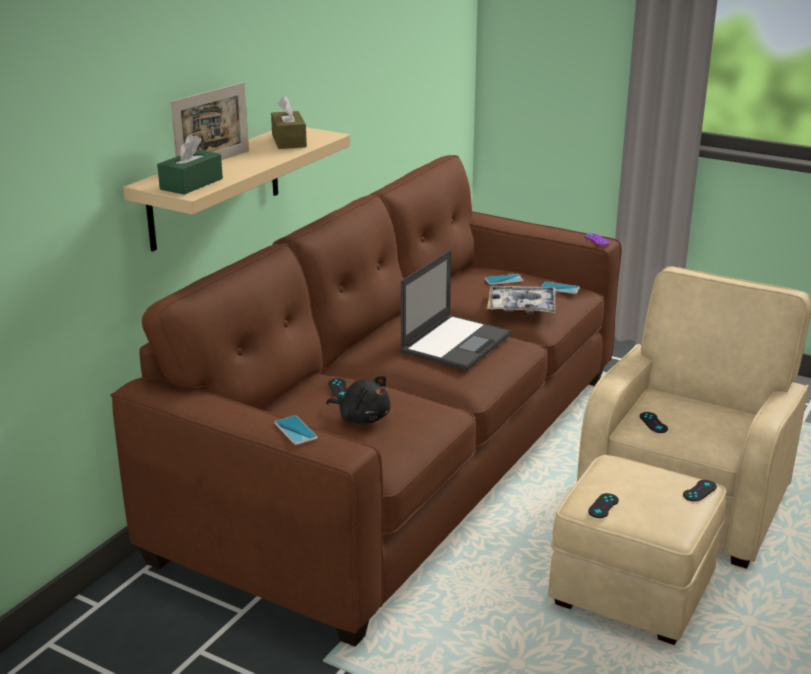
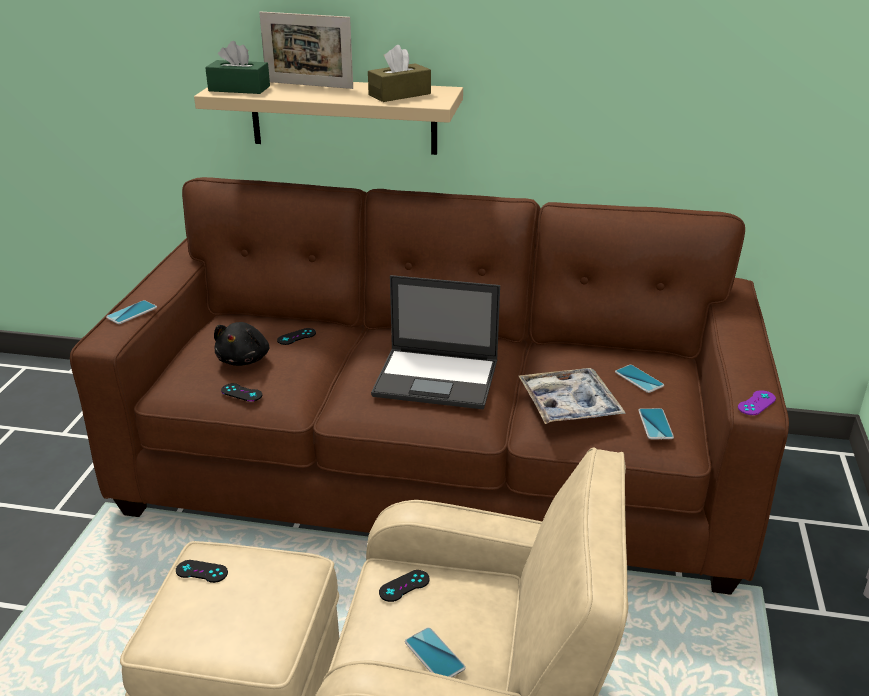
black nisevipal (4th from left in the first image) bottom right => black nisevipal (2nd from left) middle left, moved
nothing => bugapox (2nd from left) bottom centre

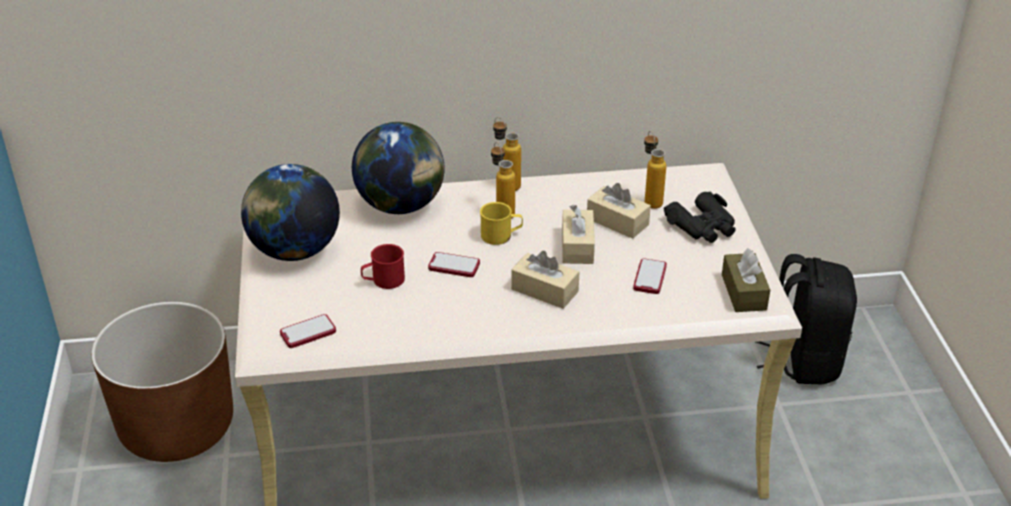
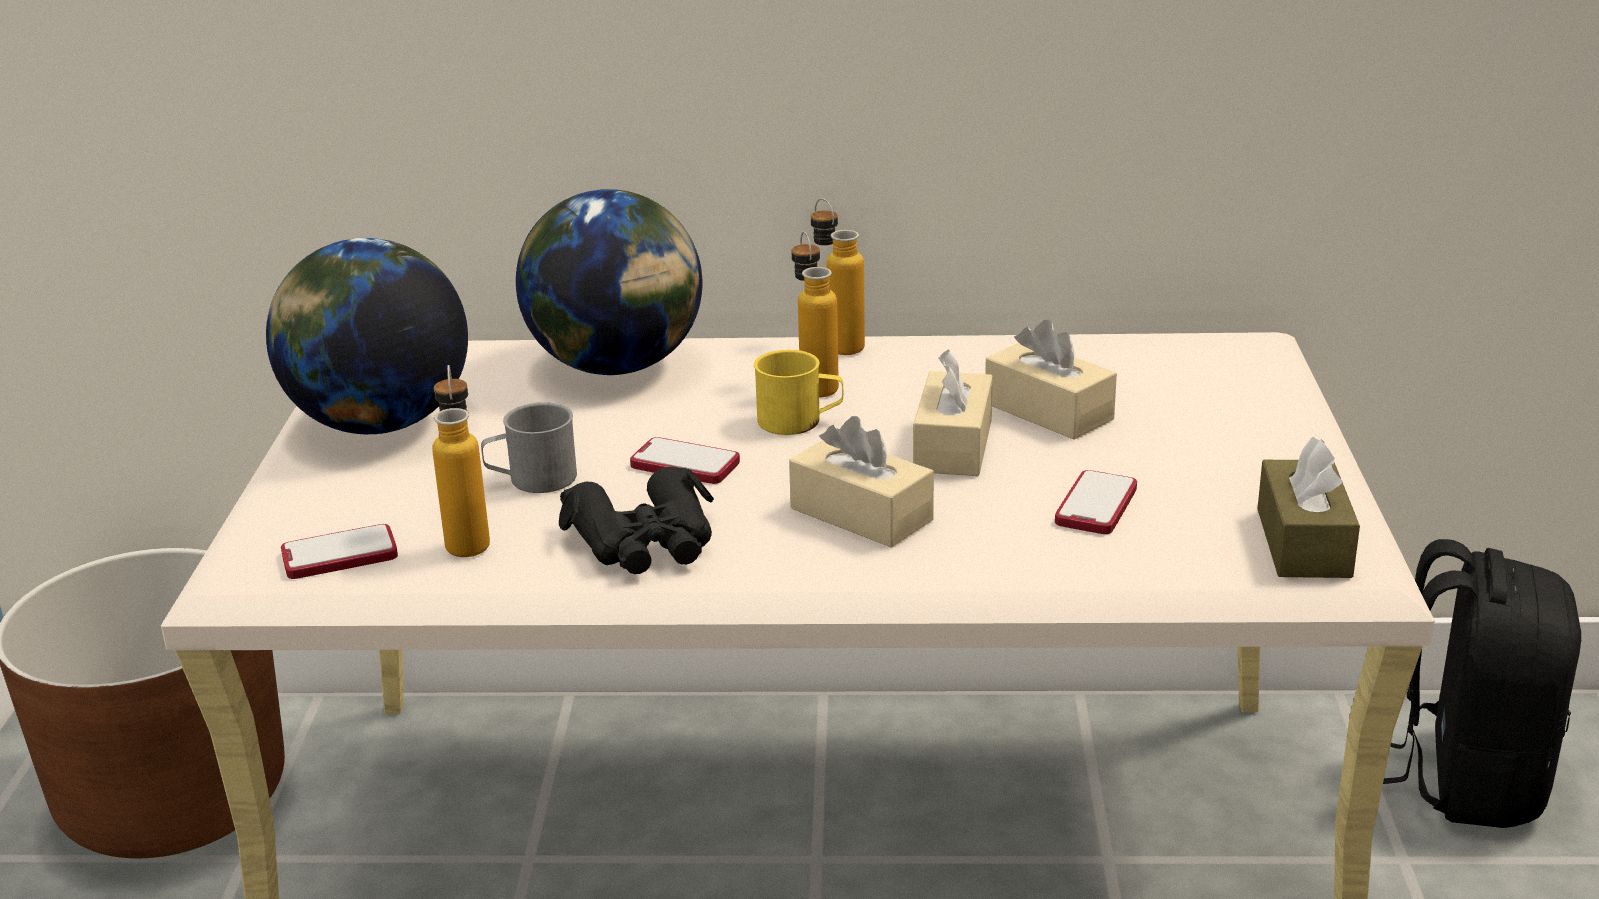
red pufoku centre => grey pufoku middle left
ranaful (3rd from left in the first image) centre => ranaful (1st from left) middle left, moved
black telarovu middle right => black telarovu centre, moved

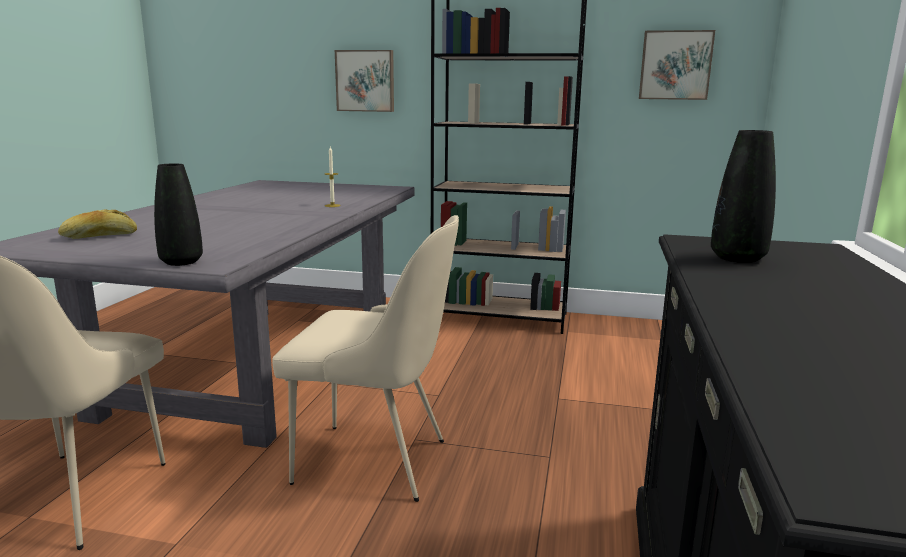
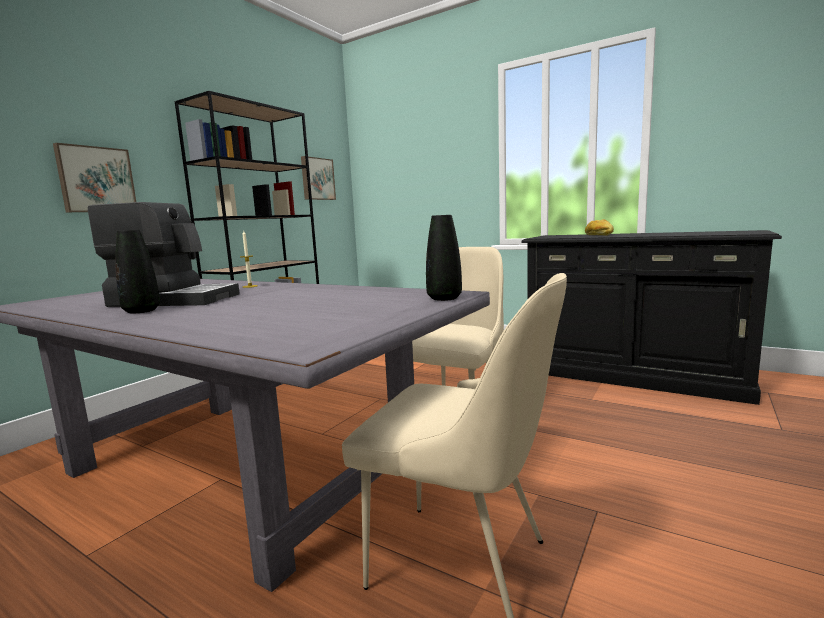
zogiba middle left => zogiba middle right, moved
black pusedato (2nd from left in the first image) middle right => black pusedato (1st from left) middle left, moved
nothing => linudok middle left

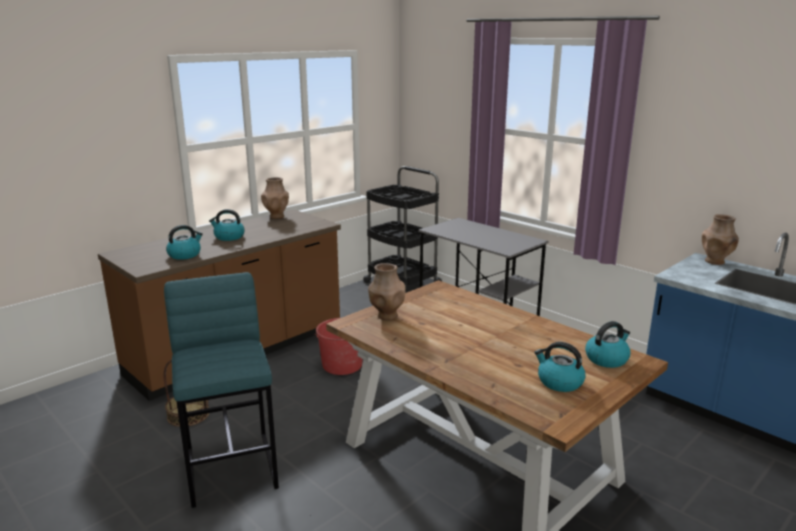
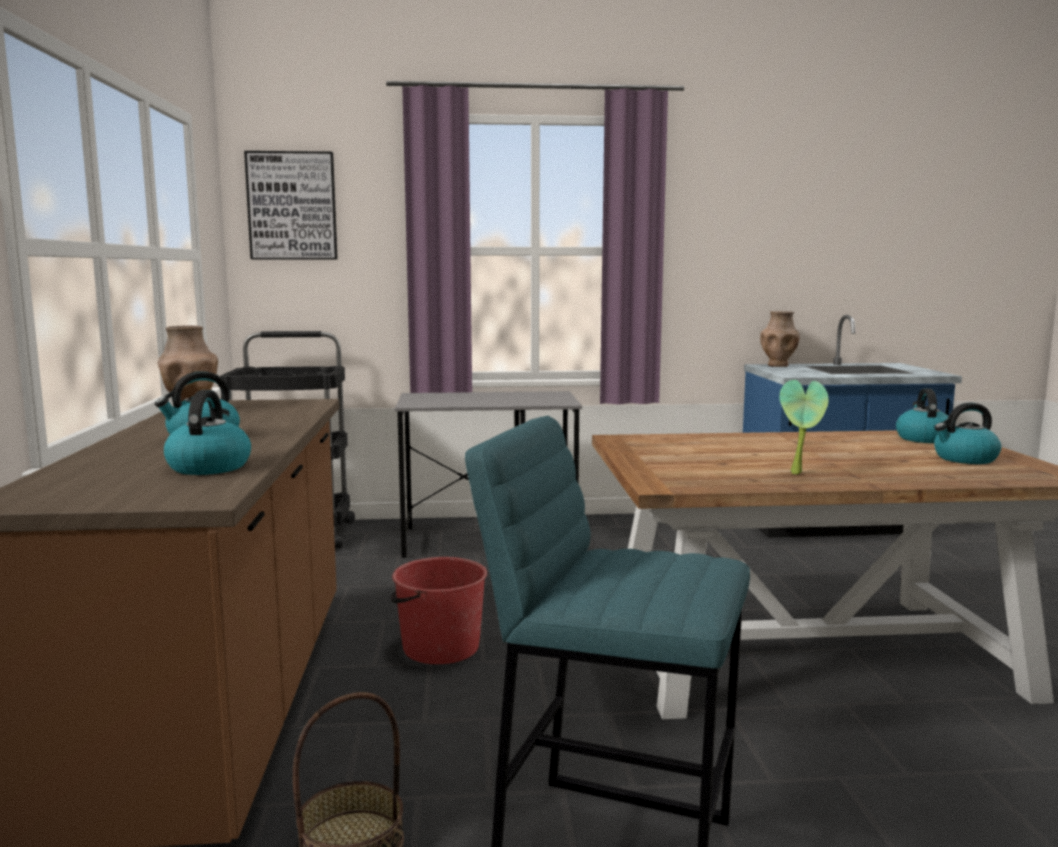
brown pusedato (2nd from left) centre => nothing
nothing => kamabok top left
nothing => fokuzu middle right

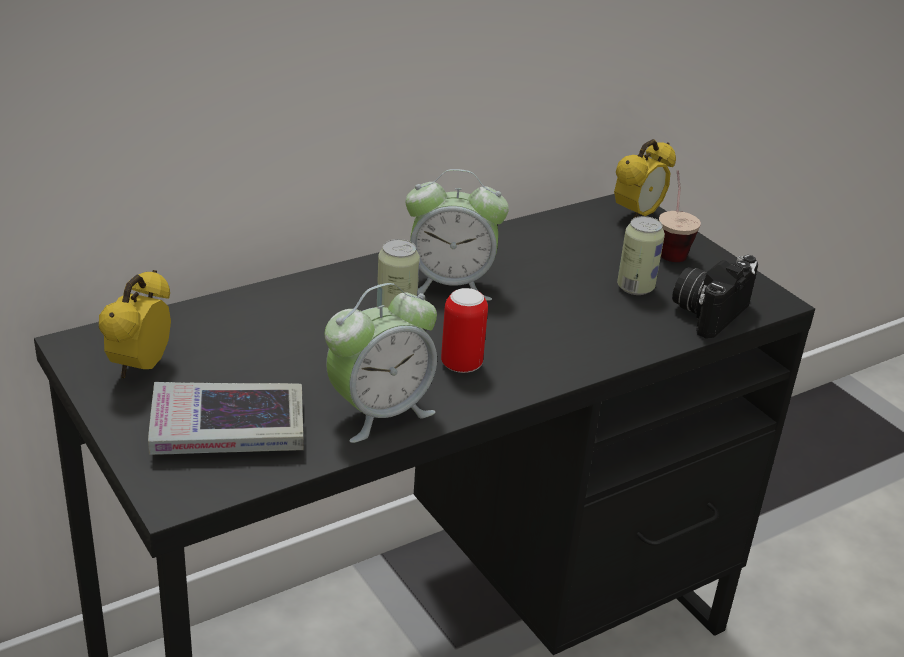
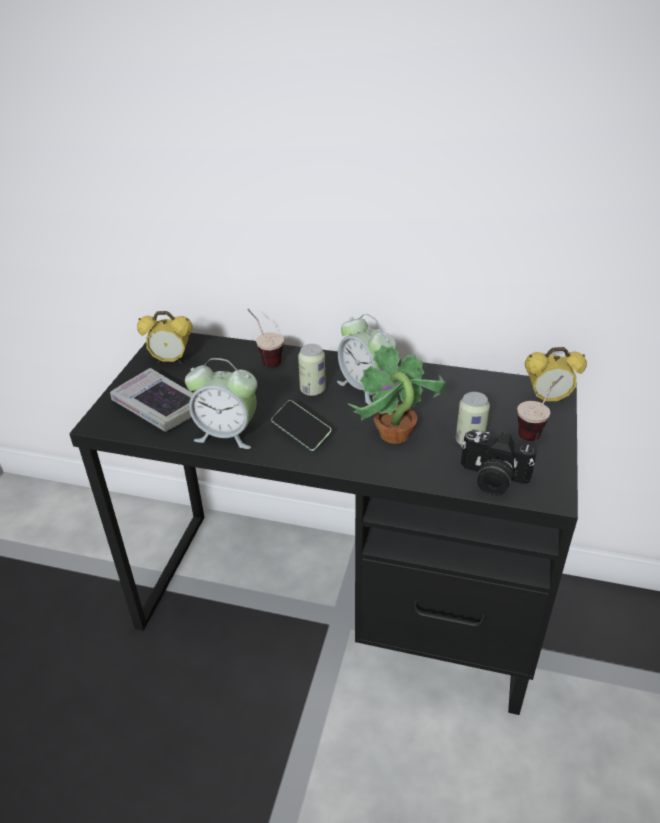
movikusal (1st from left) middle left, 150 degrees counterclockwise
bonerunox (2nd from left) centre => bugapox centre
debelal middle right, 150 degrees counterclockwise
nothing => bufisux (1st from left) centre
nothing => fokuzu centre

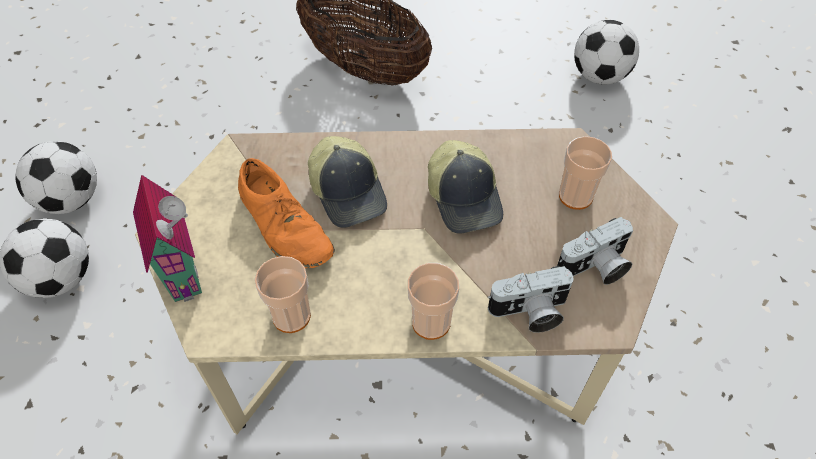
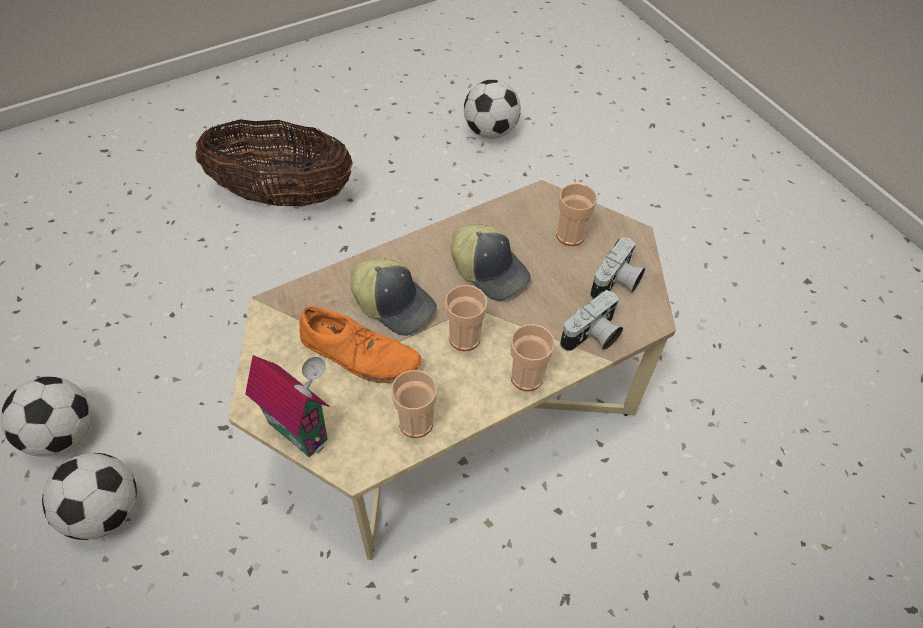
nothing => bufisux (2nd from left) centre

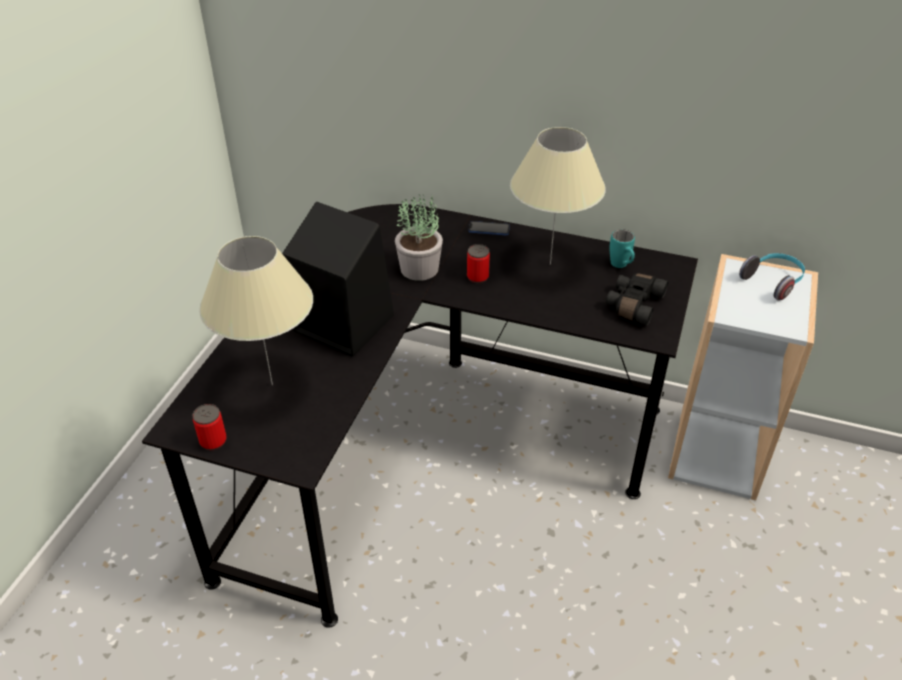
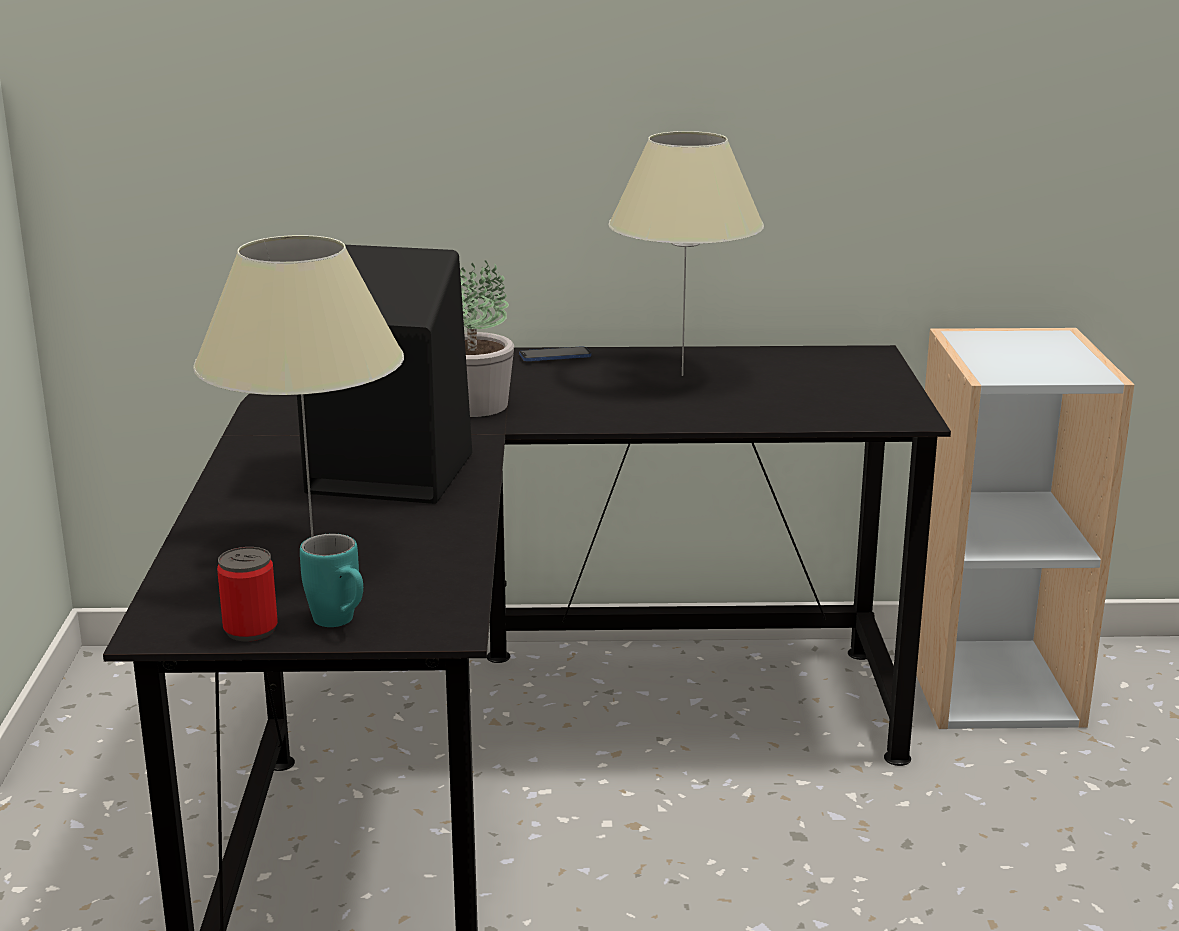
bonerunox (2nd from left) centre => nothing
black telarovu middle right => nothing
turquoise pufoku middle right => turquoise pufoku middle left, moved
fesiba middle right => nothing

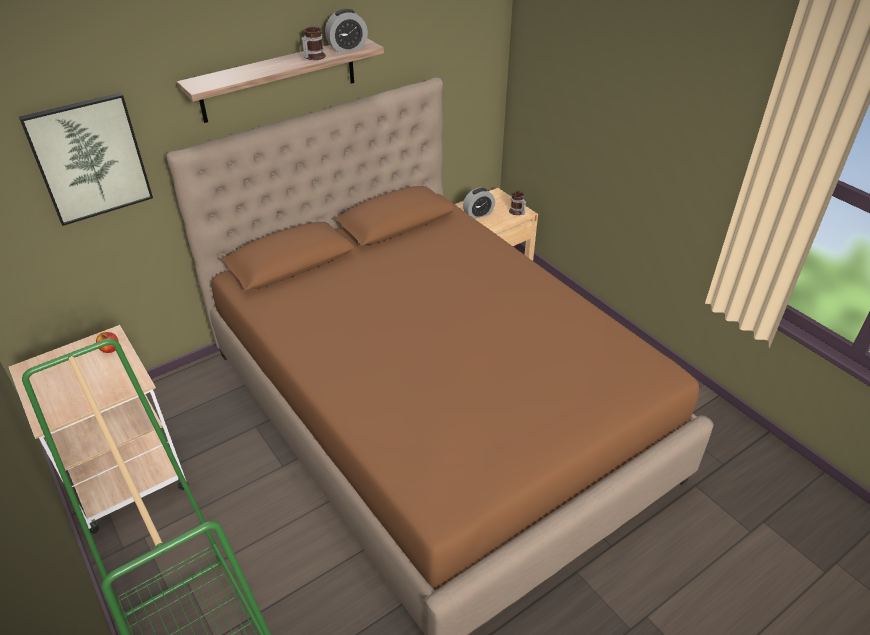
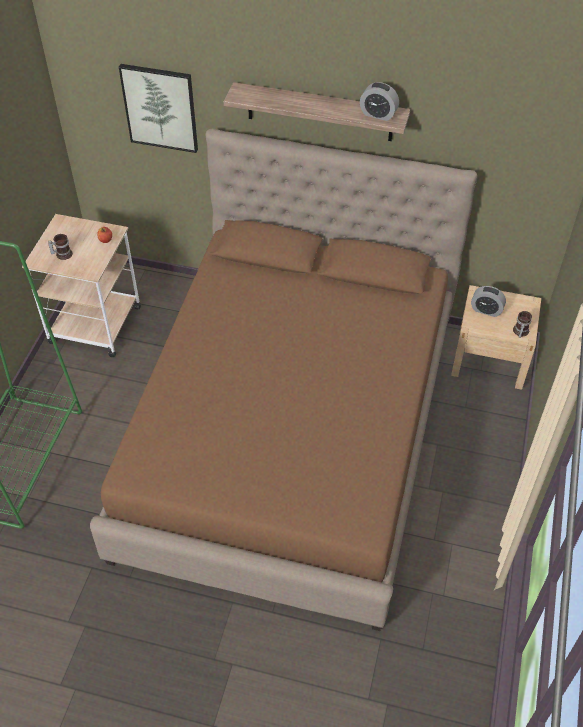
pufoku (1st from left) top centre => pufoku (1st from left) middle left, moved

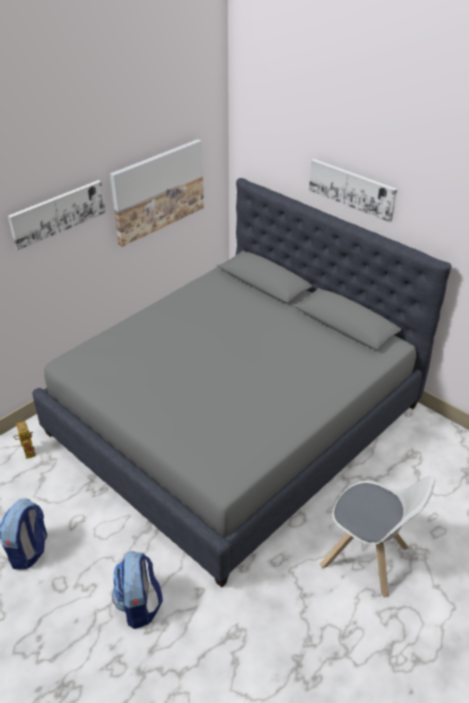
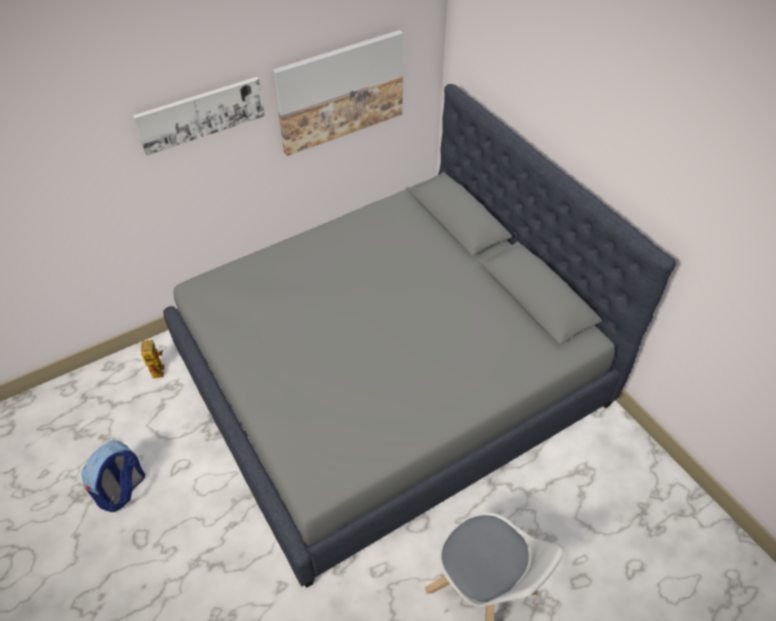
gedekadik (2nd from left) bottom left => nothing
kamabok (3rd from left) top right => nothing

